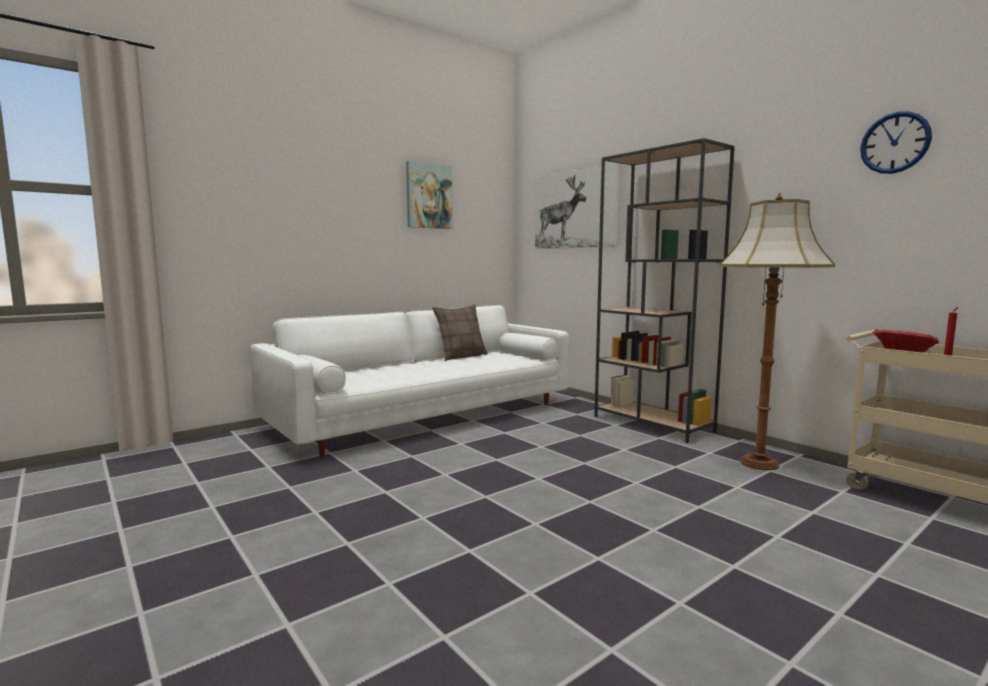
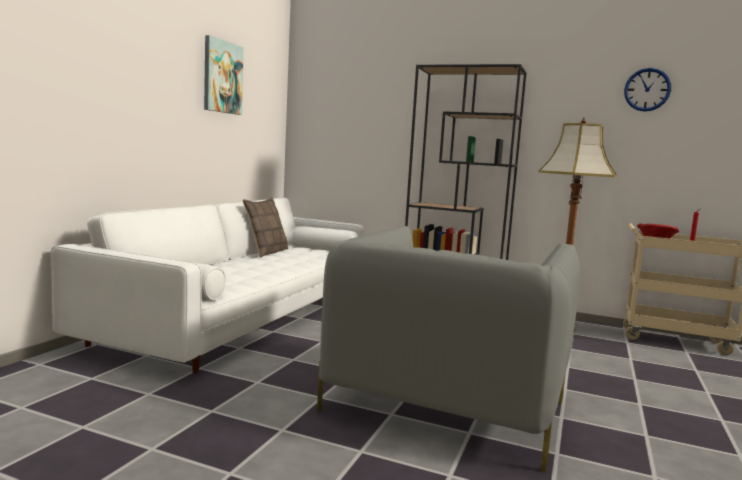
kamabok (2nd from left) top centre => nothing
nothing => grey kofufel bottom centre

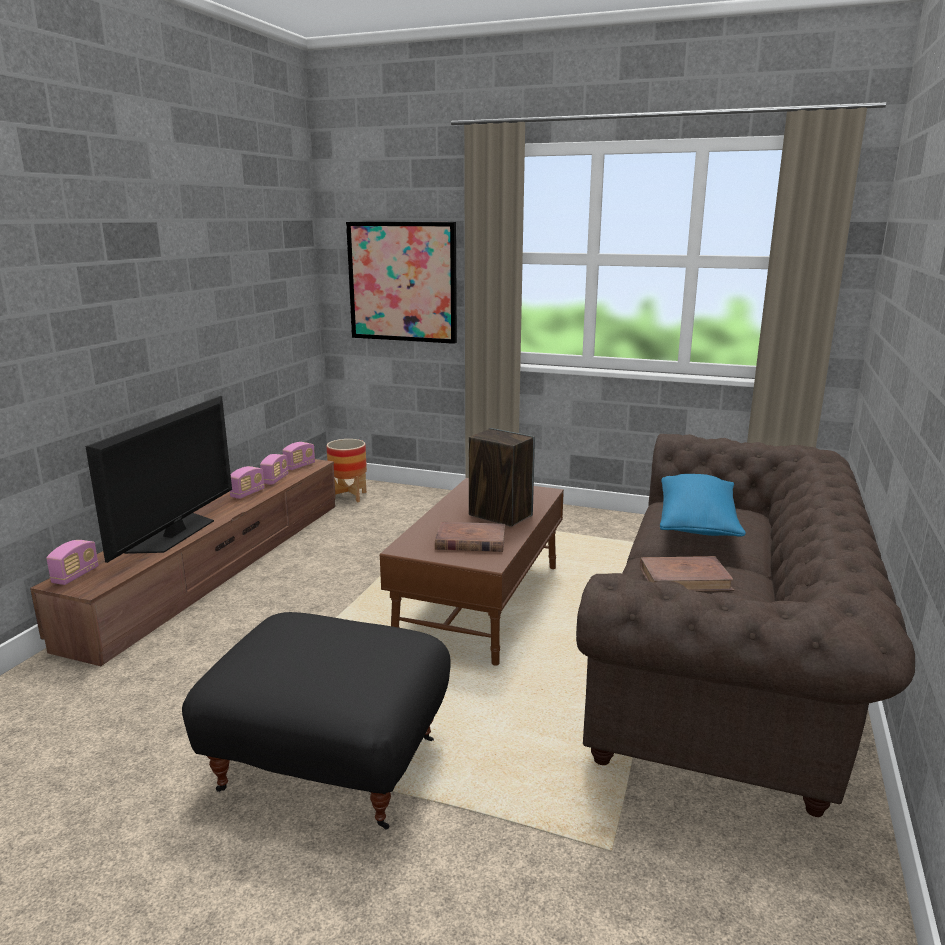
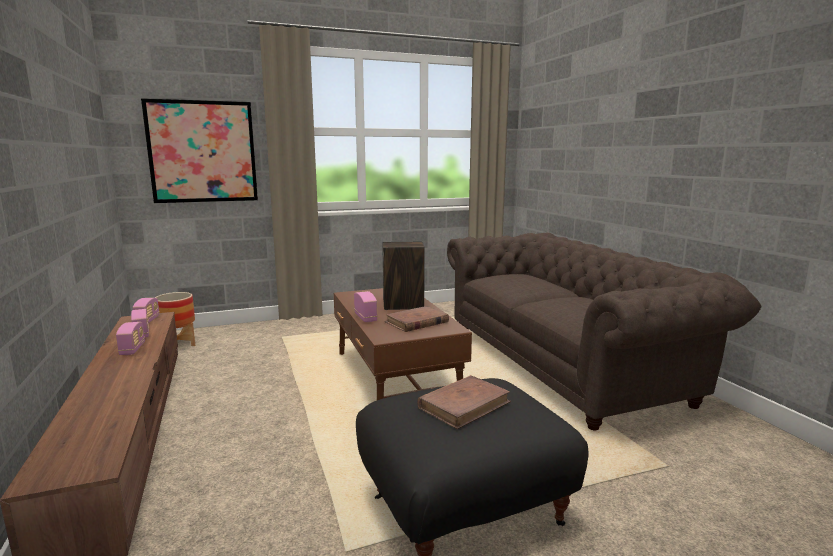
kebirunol (1st from left in the first image) middle left => kebirunol (4th from left) centre, moved
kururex middle left => nothing
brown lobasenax (2nd from left) middle right => brown lobasenax (2nd from left) bottom centre, moved
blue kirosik middle right => nothing

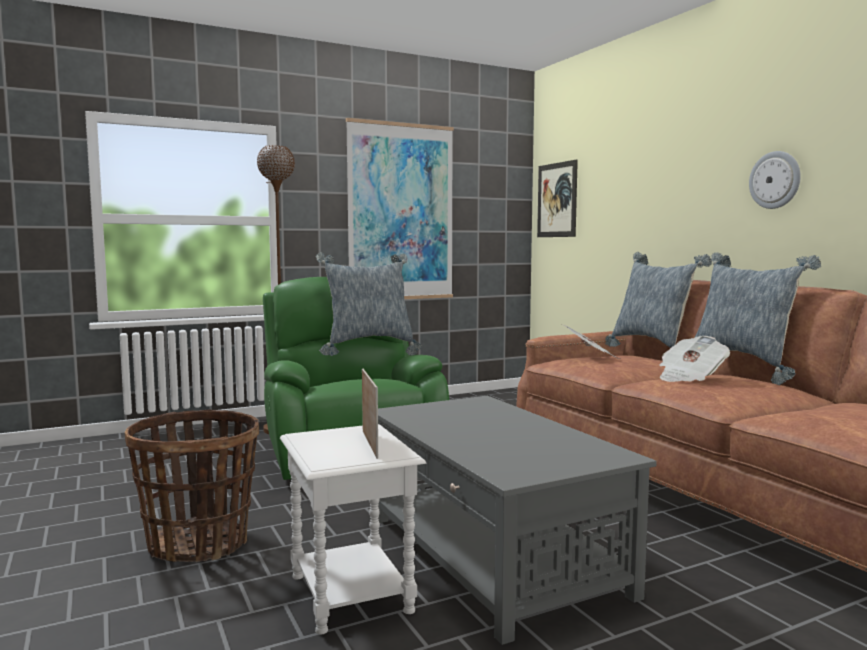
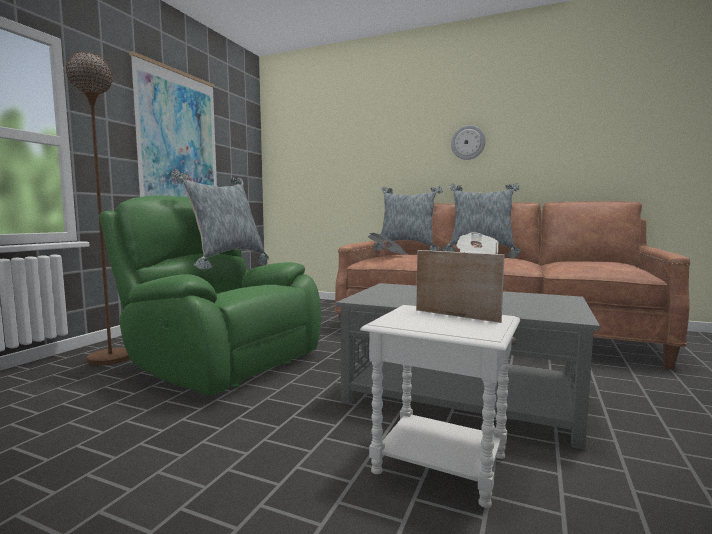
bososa bottom left => nothing
kamabok (2nd from left) top centre => nothing

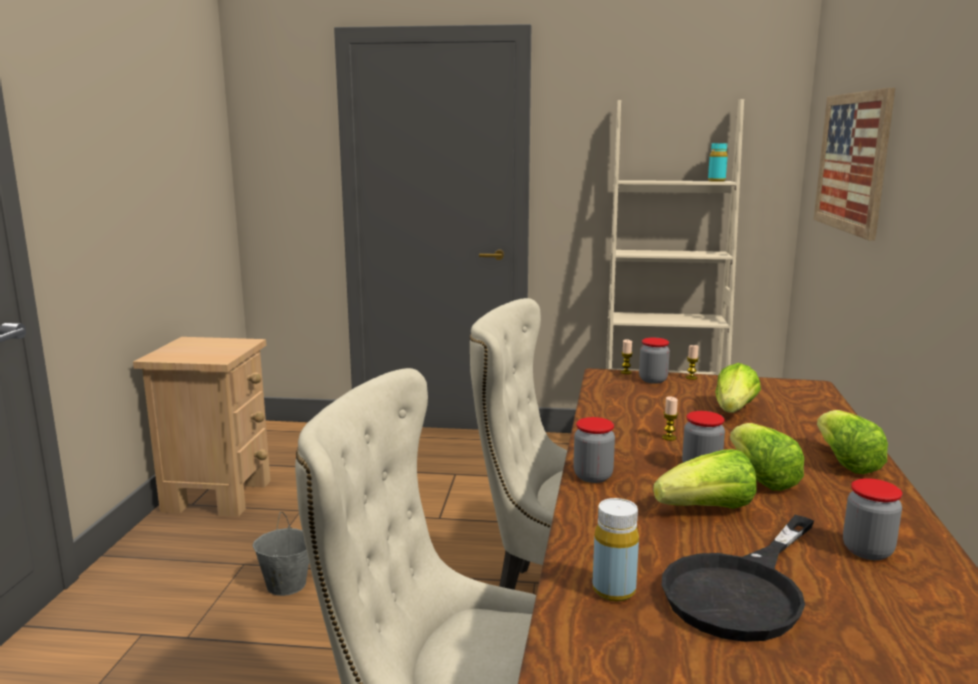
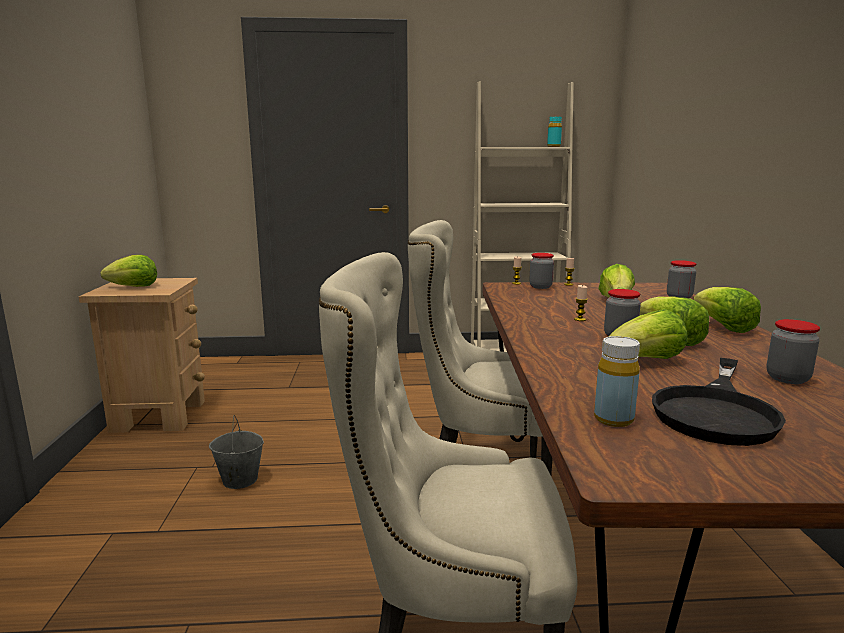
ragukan (1st from left in the first image) centre => ragukan (3rd from left) middle right, moved
kamabok top right => nothing
nothing => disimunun (1st from left) middle left

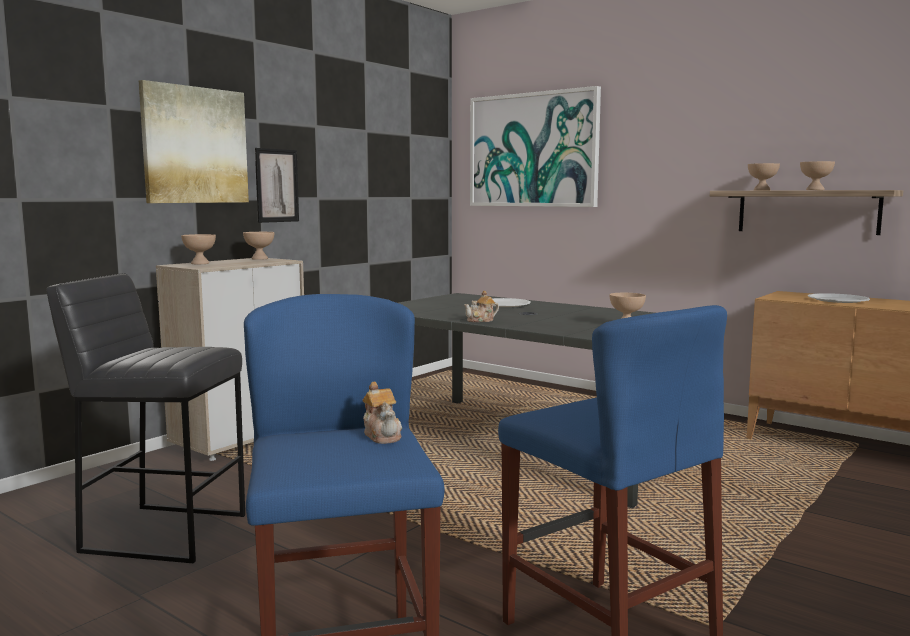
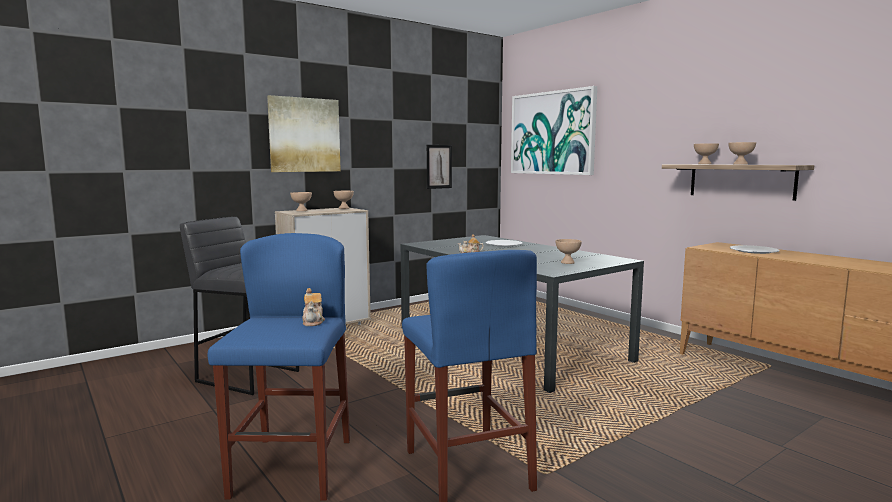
kamabok (2nd from left) top left => kamabok (2nd from left) top centre, moved

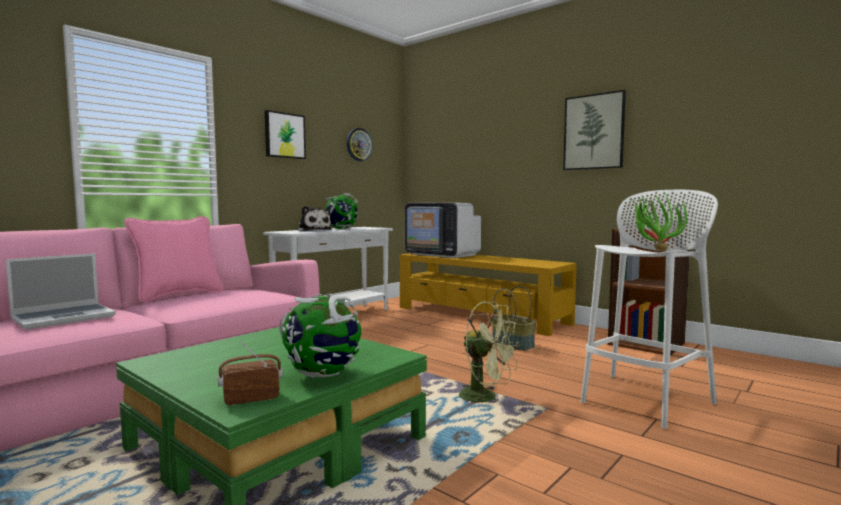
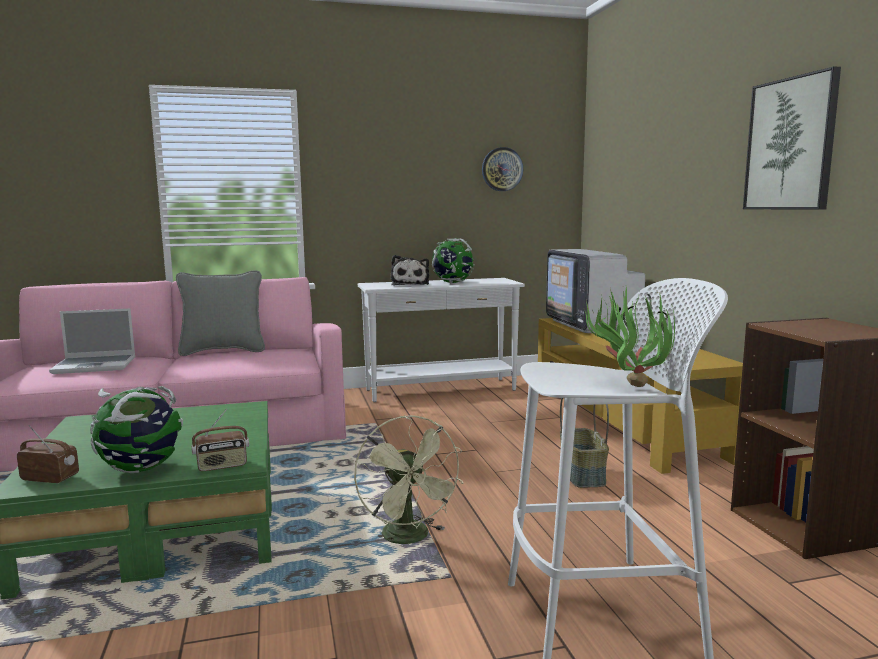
pink kirosik middle left => grey kirosik middle left
kamabok (1st from left) top centre => nothing
nothing => kebirunol (2nd from left) bottom left

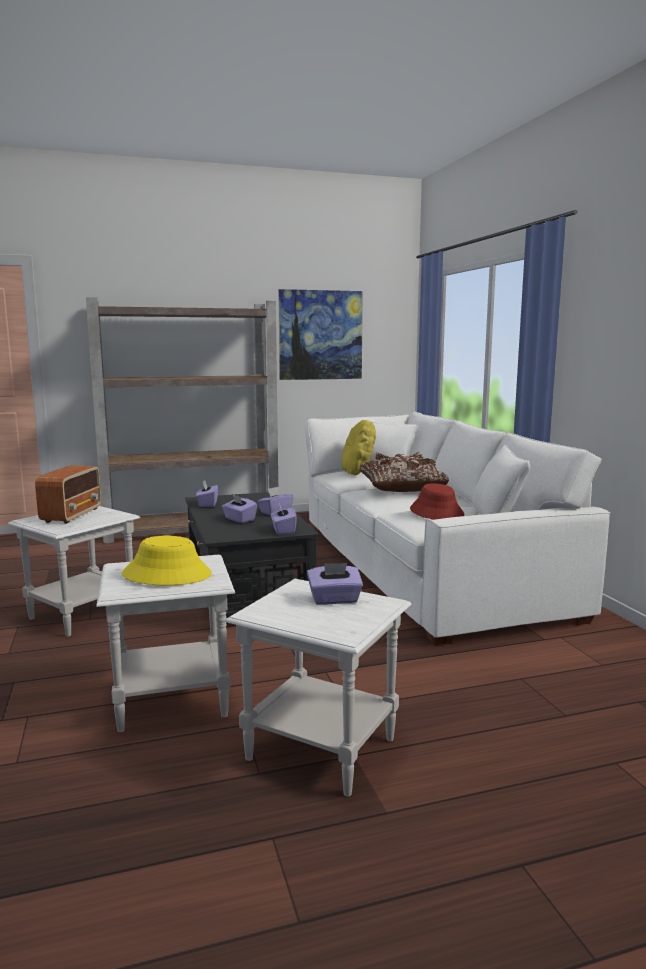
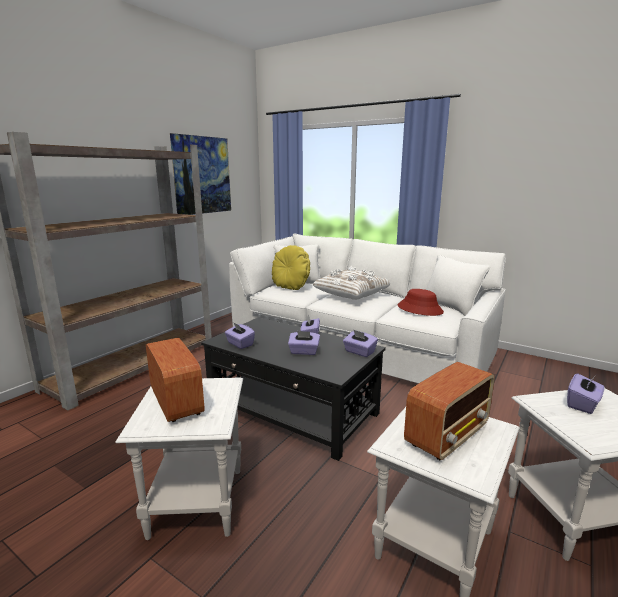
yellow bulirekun middle left => kebirunol (2nd from left) bottom right
brown kirosik centre => white kirosik centre

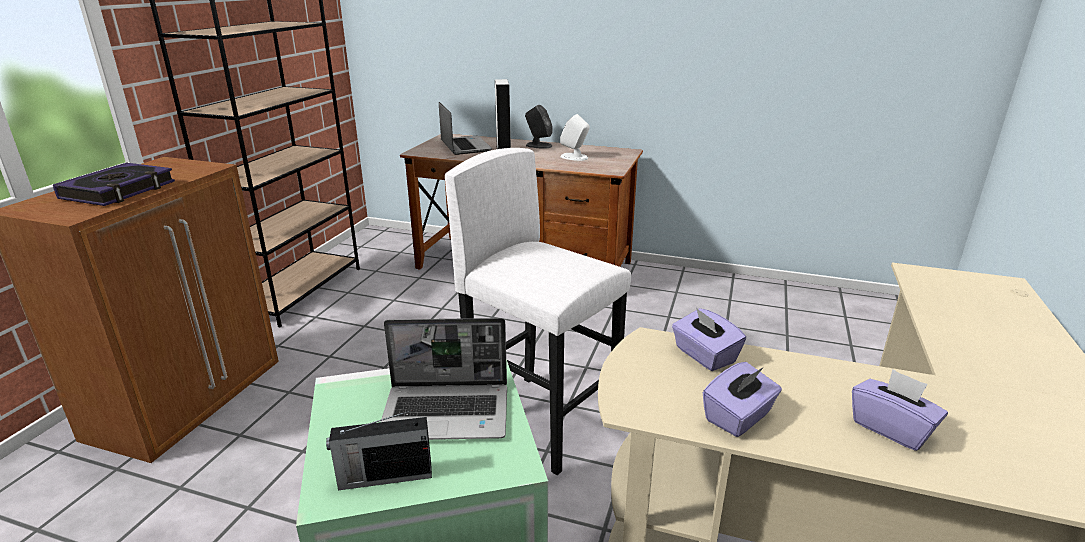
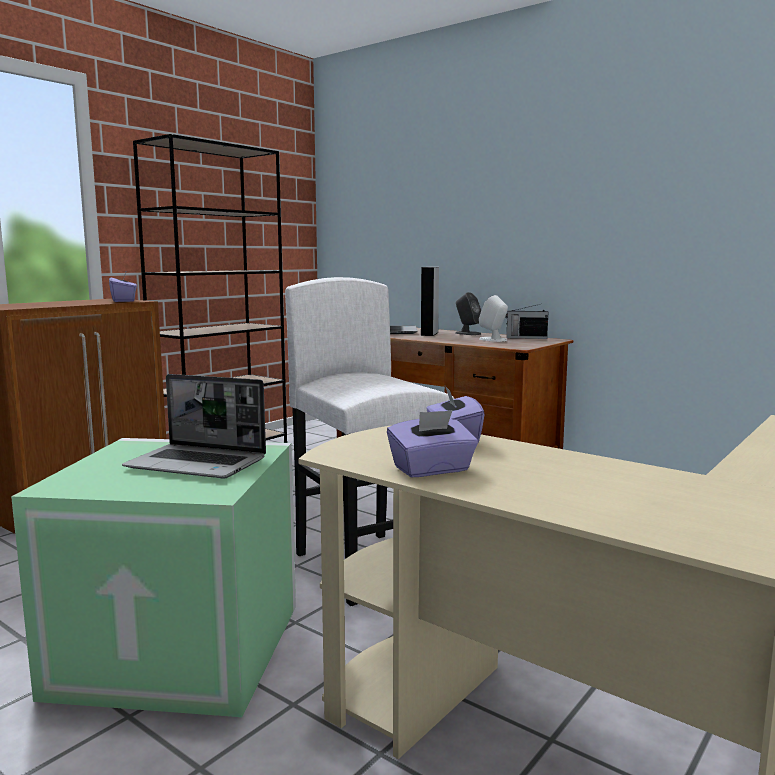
lobasenax middle left => nothing
kebirunol bottom centre => kebirunol middle right, moved
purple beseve (3rd from left in the first image) bottom right => purple beseve (1st from left) middle left, moved

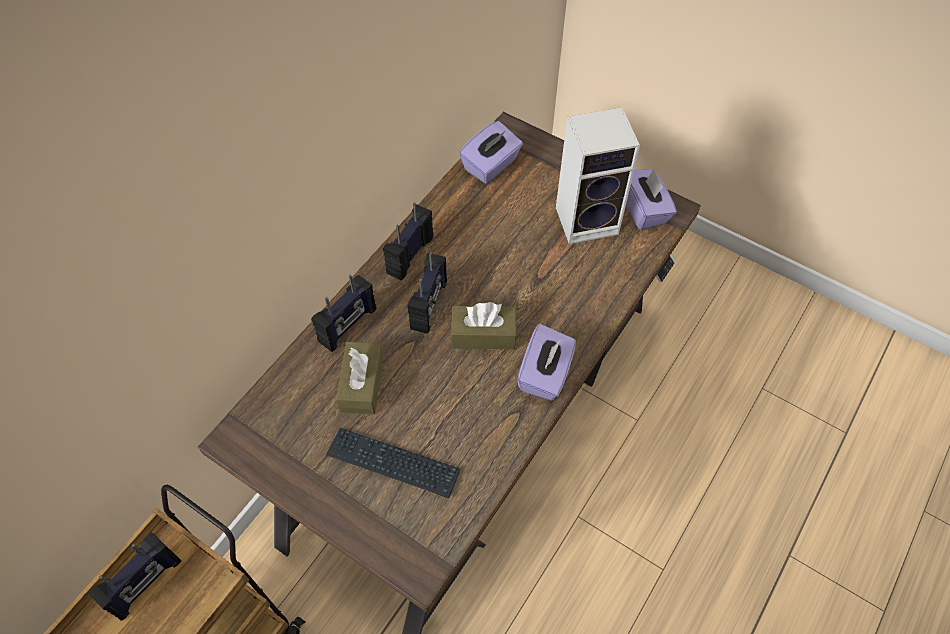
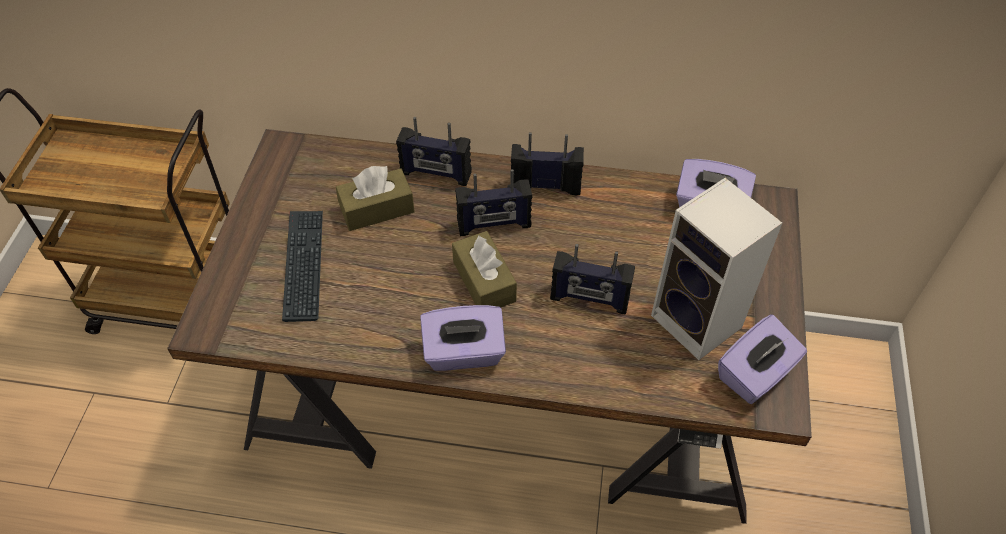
kebirunol (1st from left in the first image) bottom left => kebirunol (4th from left) centre, moved

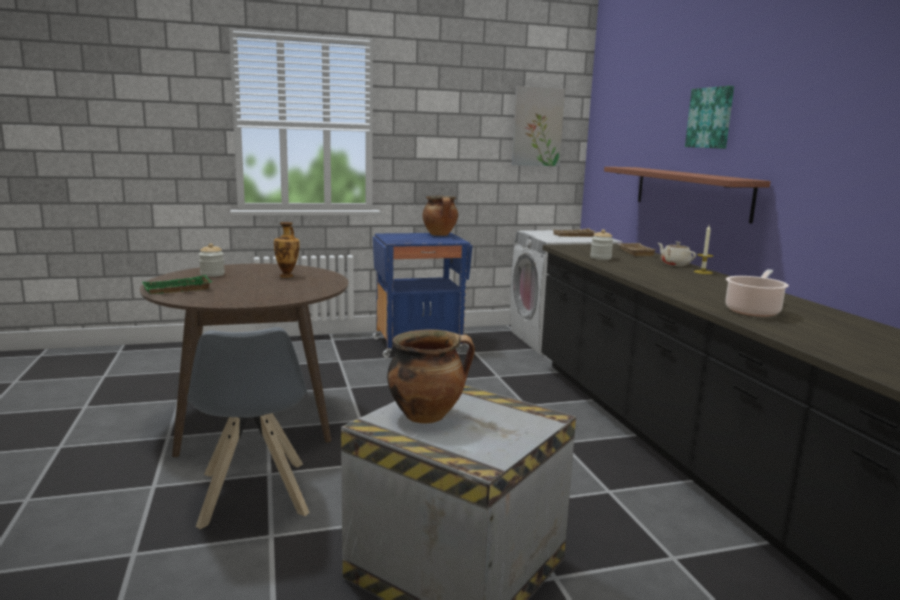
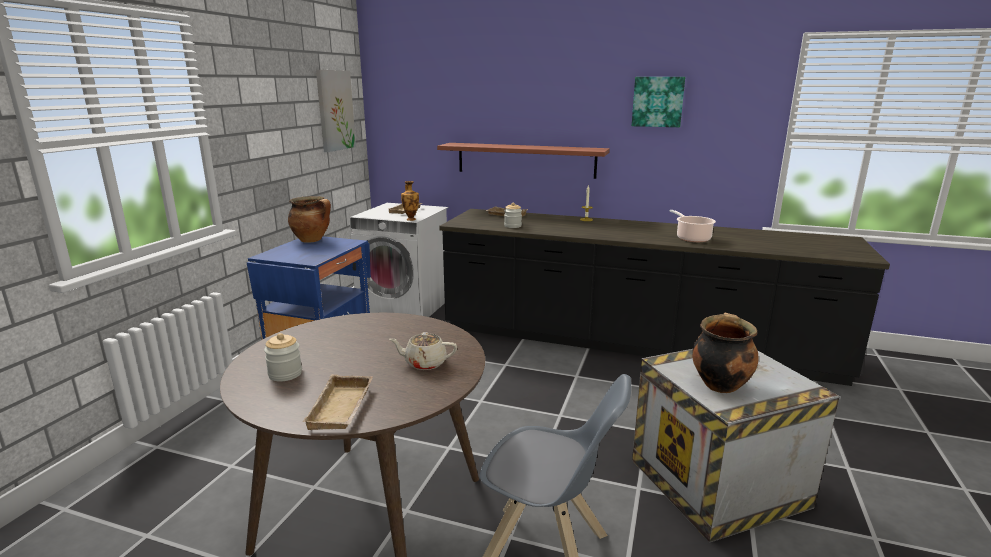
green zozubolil middle left => beige zozubolil (1st from left) bottom centre
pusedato middle left => pusedato centre, moved
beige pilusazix middle right => beige pilusazix centre, moved
kamabok (2nd from left) top right => kamabok (2nd from left) top centre, moved

